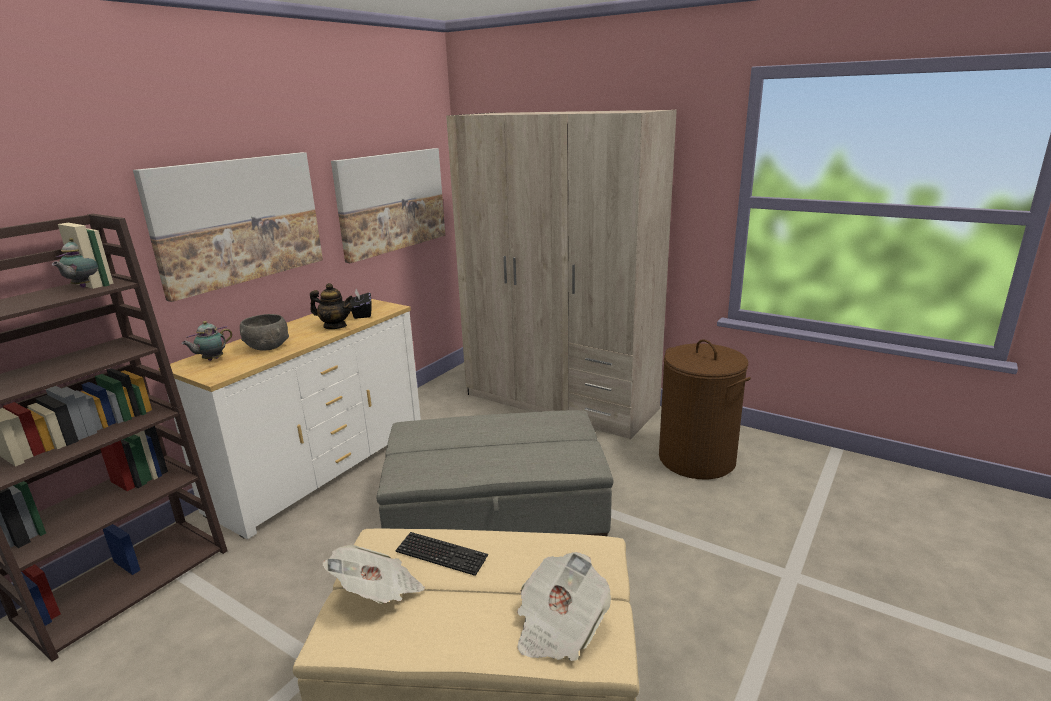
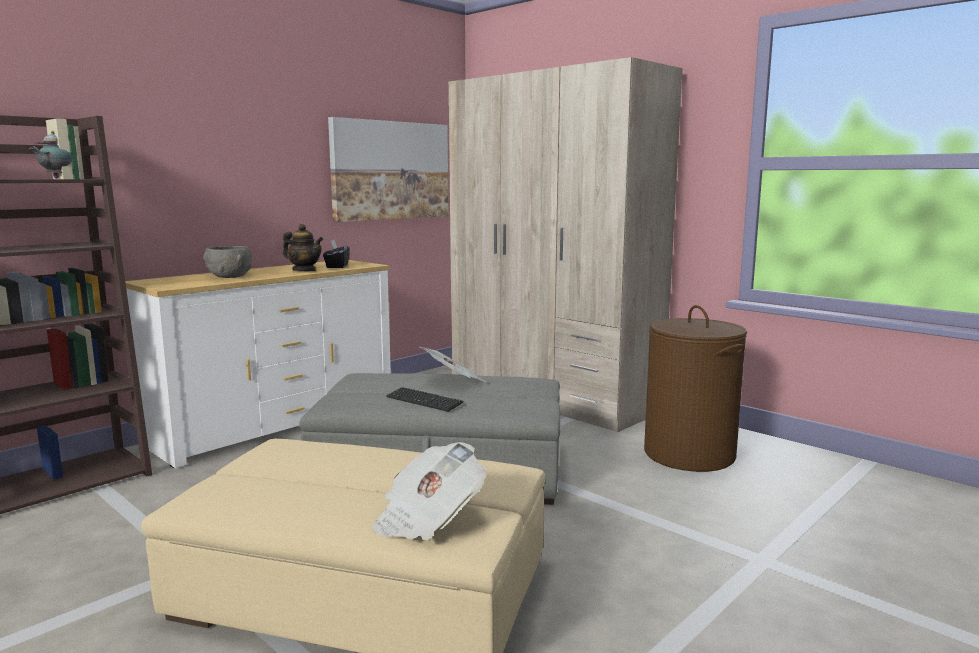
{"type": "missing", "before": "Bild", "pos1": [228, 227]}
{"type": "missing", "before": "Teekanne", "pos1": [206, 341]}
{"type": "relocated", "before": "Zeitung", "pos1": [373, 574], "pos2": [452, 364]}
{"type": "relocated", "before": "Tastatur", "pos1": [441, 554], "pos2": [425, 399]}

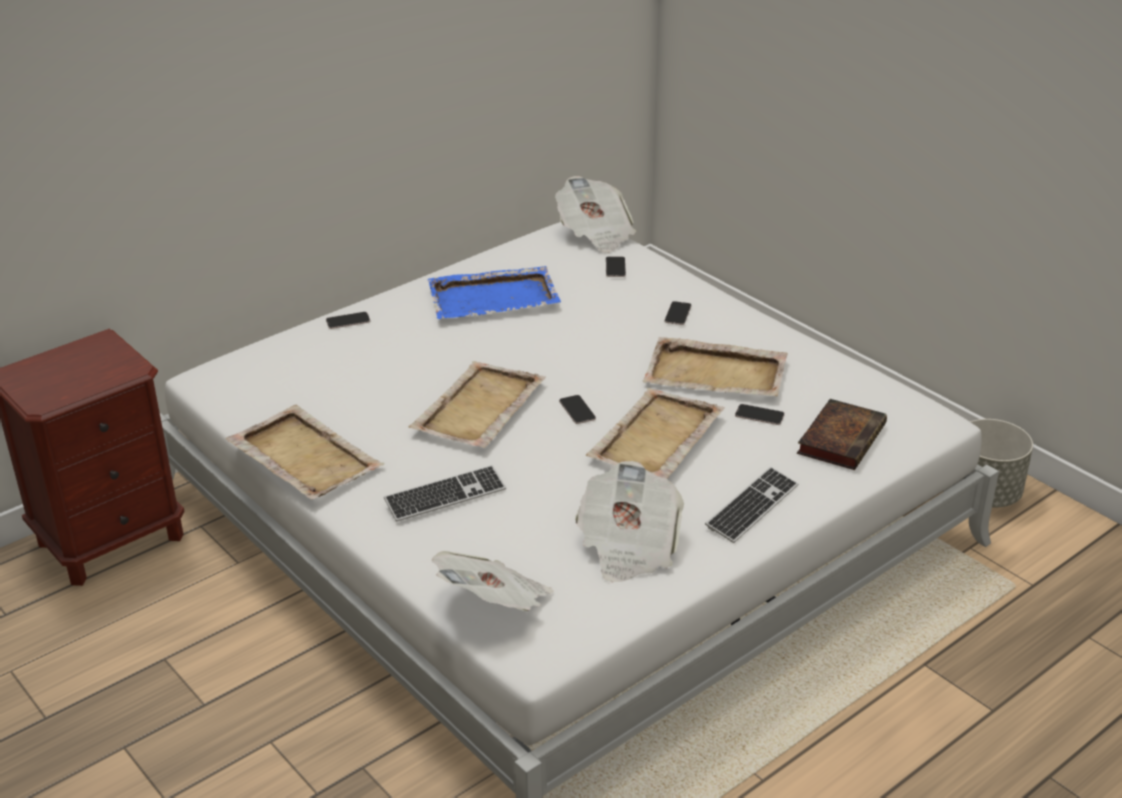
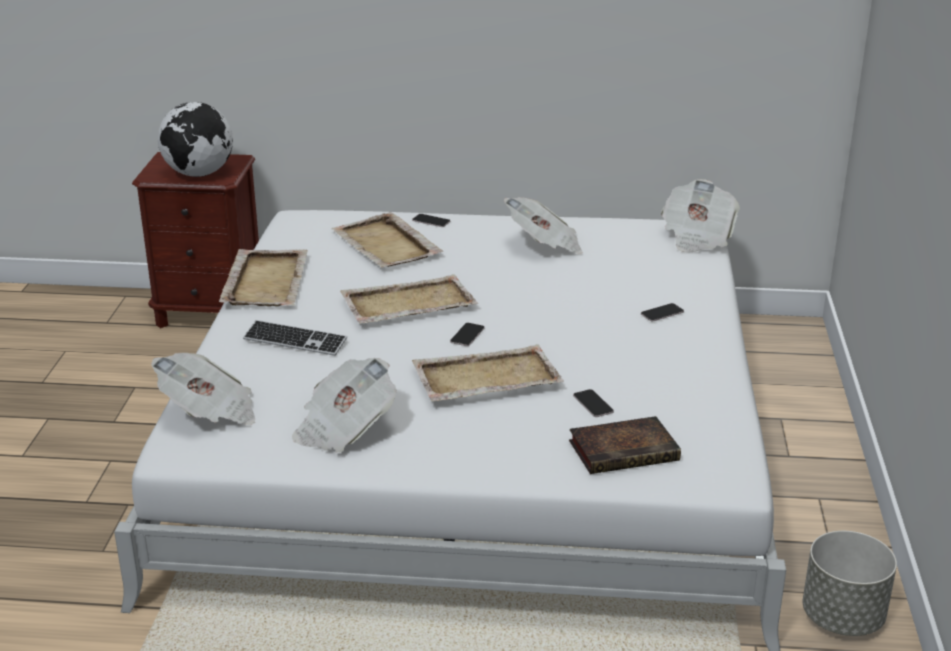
{"type": "missing", "before": "Handy", "pos1": [616, 267]}
{"type": "missing", "before": "Tastatur", "pos1": [751, 505]}
{"type": "appeared", "after": "Globus", "pos2": [195, 139]}
{"type": "relocated", "before": "Tablett (beige)", "pos1": [715, 366], "pos2": [387, 240]}
{"type": "exchanged", "before": "Tablett (blau)", "after": "Zeitung", "pos1": [494, 292], "pos2": [543, 225]}

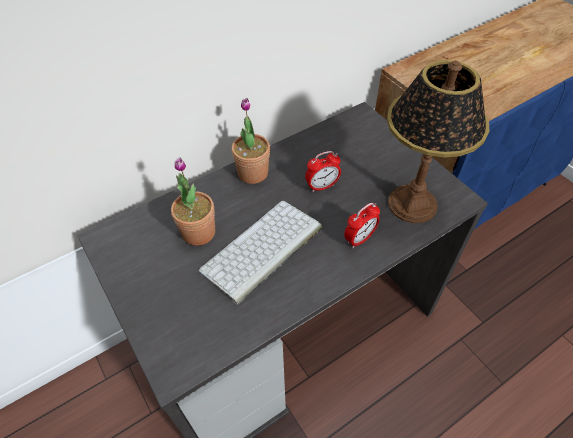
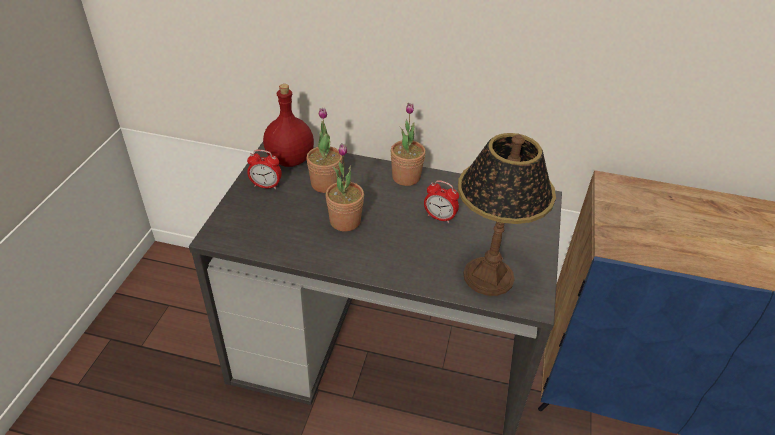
{"type": "appeared", "after": "Flasche (rot)", "pos2": [288, 125]}
{"type": "relocated", "before": "Wecker", "pos1": [362, 225], "pos2": [264, 169]}
{"type": "exchanged", "before": "Tastatur", "after": "Topfpflanze", "pos1": [260, 253], "pos2": [345, 187]}

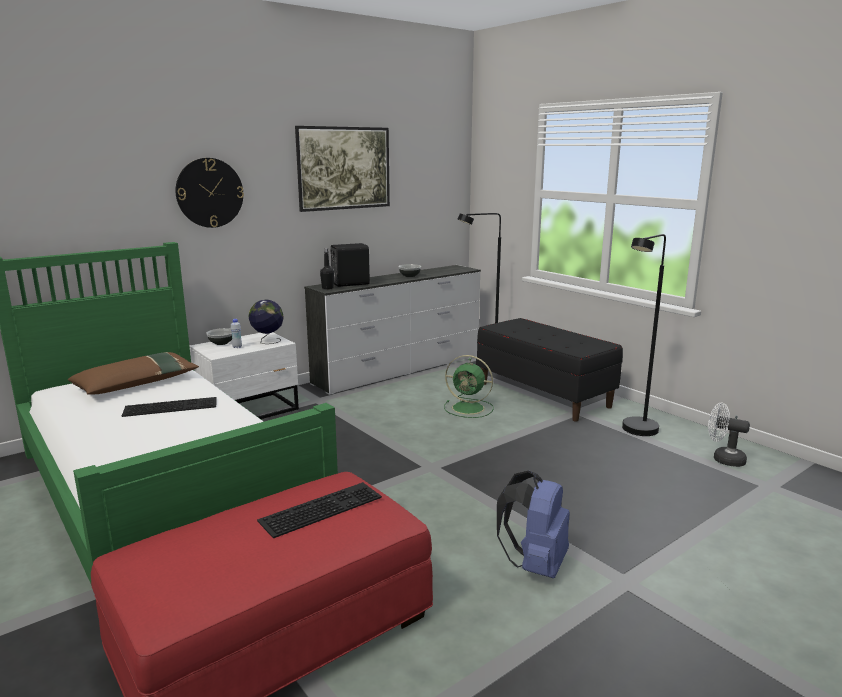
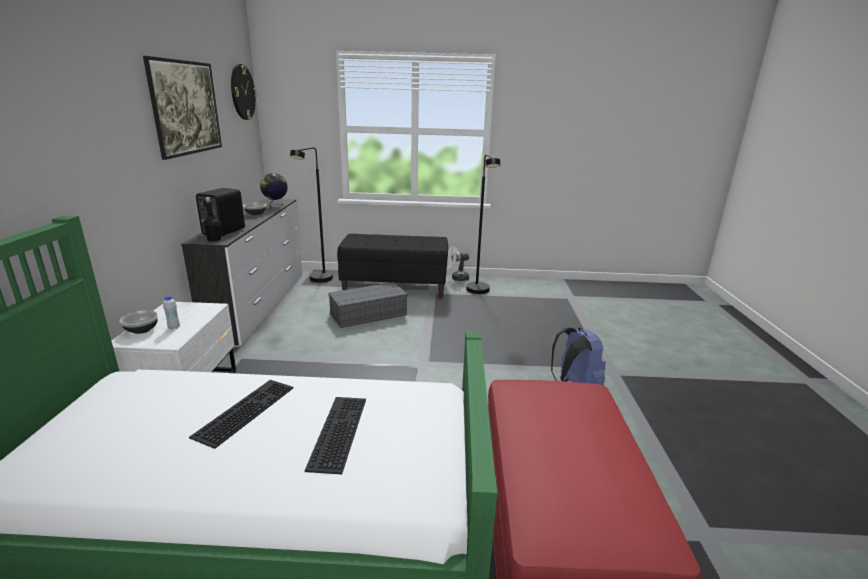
{"type": "missing", "before": "Kissen (braun)", "pos1": [133, 373]}
{"type": "relocated", "before": "Wanduhr", "pos1": [210, 193], "pos2": [244, 92]}
{"type": "relocated", "before": "Globus", "pos1": [266, 322], "pos2": [274, 190]}
{"type": "relocated", "before": "Tastatur", "pos1": [319, 510], "pos2": [335, 435]}
{"type": "relocated", "before": "Ventilator (weiß)", "pos1": [729, 435], "pos2": [458, 264]}
{"type": "exchanged", "before": "Ventilator (grün)", "after": "Aufbewahrungsbox (grau)", "pos1": [469, 386], "pos2": [368, 305]}

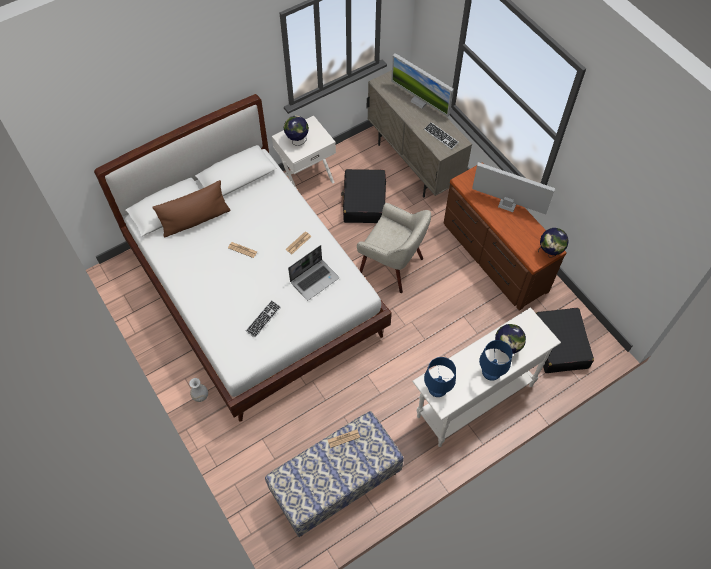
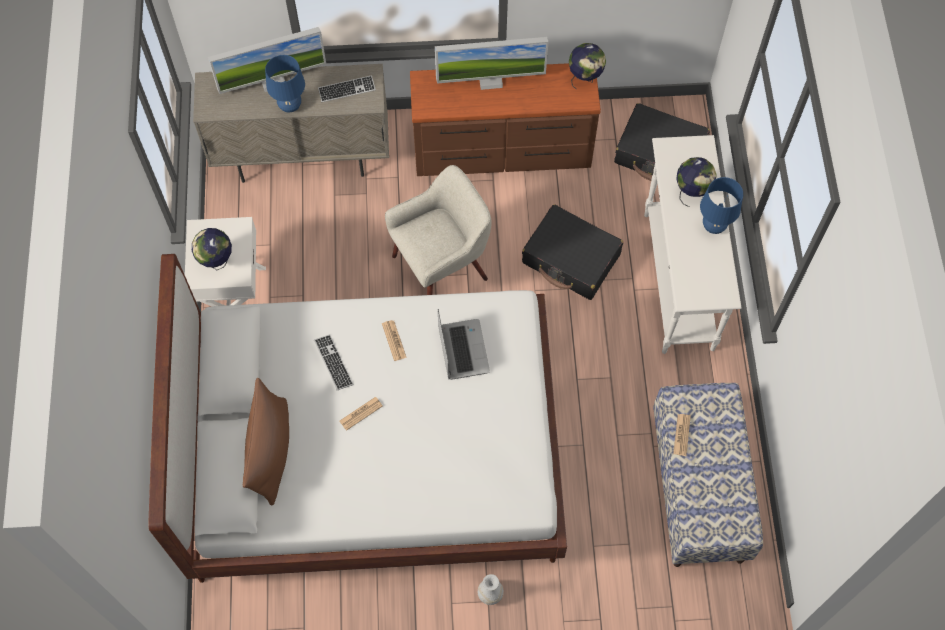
{"type": "relocated", "before": "Tastatur", "pos1": [263, 319], "pos2": [333, 362]}
{"type": "relocated", "before": "Koffer (schwarz)", "pos1": [363, 196], "pos2": [572, 252]}
{"type": "relocated", "before": "Tischlampe (blau)", "pos1": [440, 377], "pos2": [285, 83]}
{"type": "spun", "before": "Monitor", "pos1": [513, 188], "pos2": [491, 63], "turn": -150}

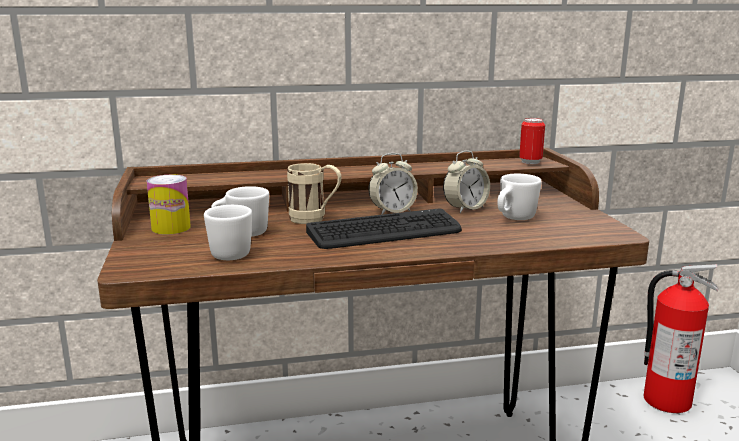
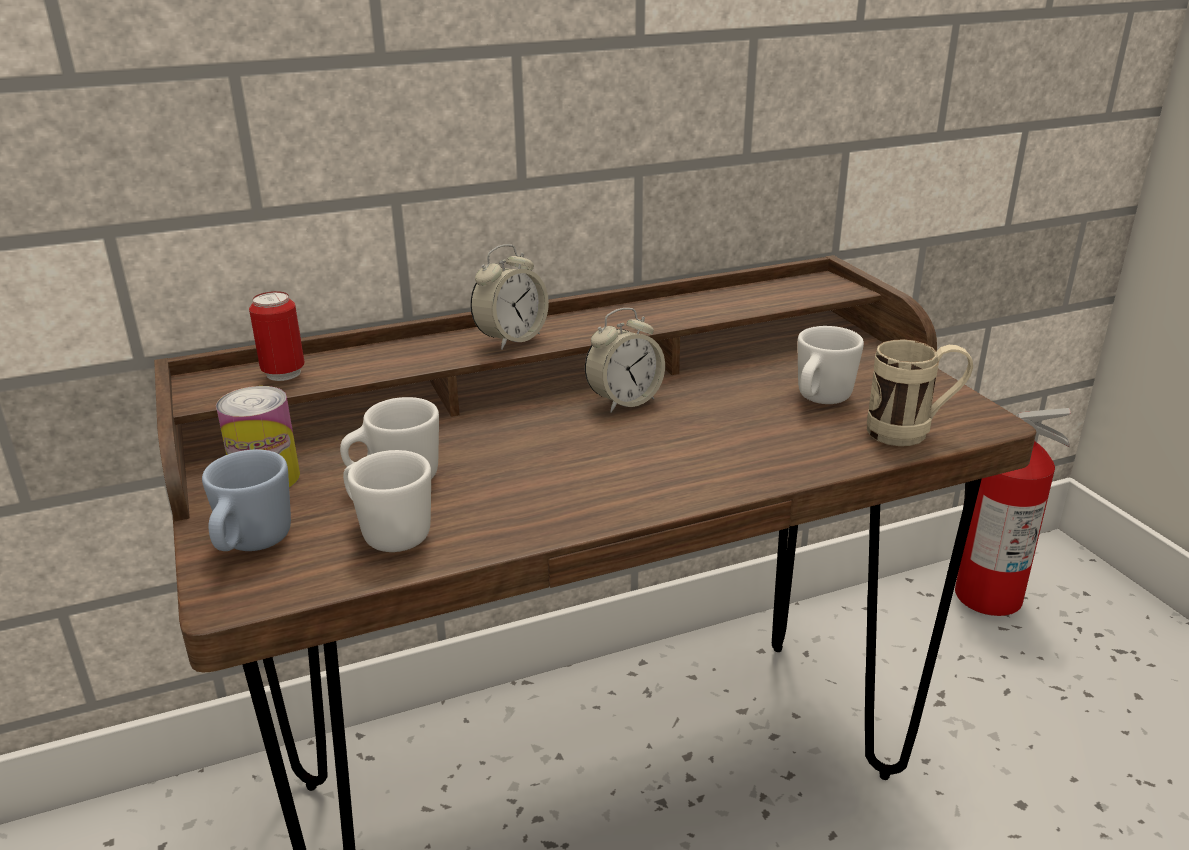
{"type": "missing", "before": "Tastatur", "pos1": [384, 229]}
{"type": "appeared", "after": "Henkelbecher (blau)", "pos2": [246, 500]}
{"type": "relocated", "before": "Henkelbecher (beige)", "pos1": [314, 193], "pos2": [920, 392]}
{"type": "relocated", "before": "Wecker", "pos1": [466, 182], "pos2": [509, 297]}
{"type": "relocated", "before": "Dose", "pos1": [532, 141], "pos2": [276, 336]}

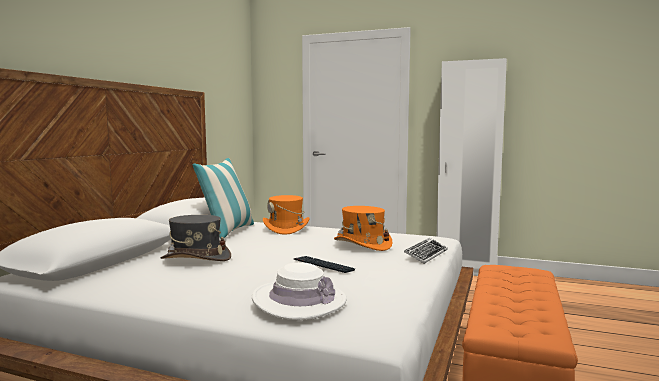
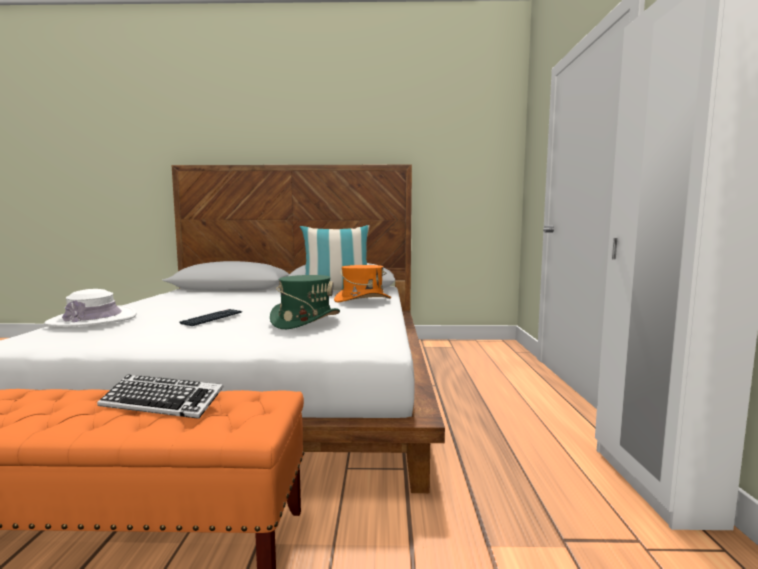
{"type": "missing", "before": "Hut (grau)", "pos1": [196, 238]}
{"type": "relocated", "before": "Tastatur", "pos1": [426, 251], "pos2": [160, 396]}
{"type": "colour", "before": "Hut (orange)", "after": "Hut (grün)", "pos1": [363, 228], "pos2": [305, 302]}

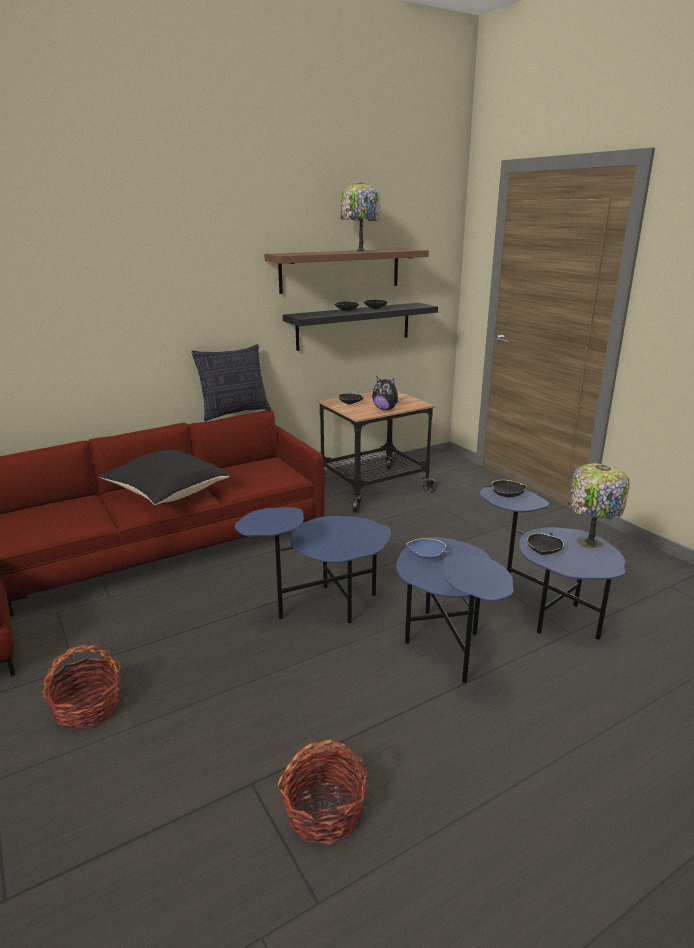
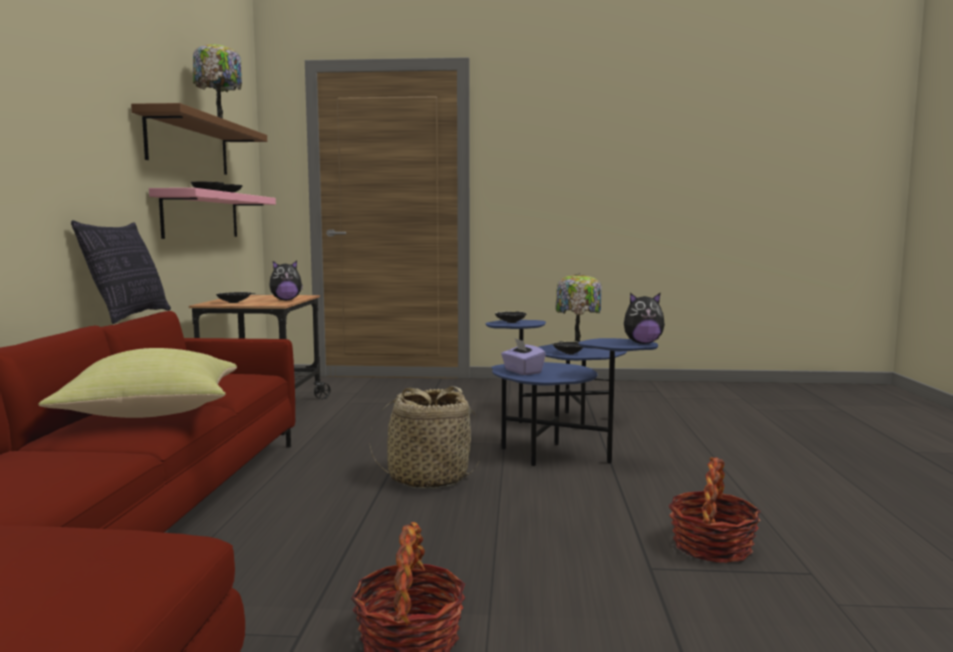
{"type": "appeared", "after": "Plüschtier", "pos2": [644, 318]}
{"type": "exchanged", "before": "Beistelltisch (blau)", "after": "Korb", "pos1": [313, 565], "pos2": [424, 437]}
{"type": "exchanged", "before": "Schüssel (blau)", "after": "Taschentuchbox (lila)", "pos1": [428, 548], "pos2": [523, 356]}
{"type": "colour", "before": "Kissen (schwarz)", "after": "Kissen (gelb)", "pos1": [164, 477], "pos2": [137, 383]}
{"type": "colour", "before": "Wandregal (schwarz)", "after": "Wandregal (rosa)", "pos1": [360, 327], "pos2": [212, 213]}

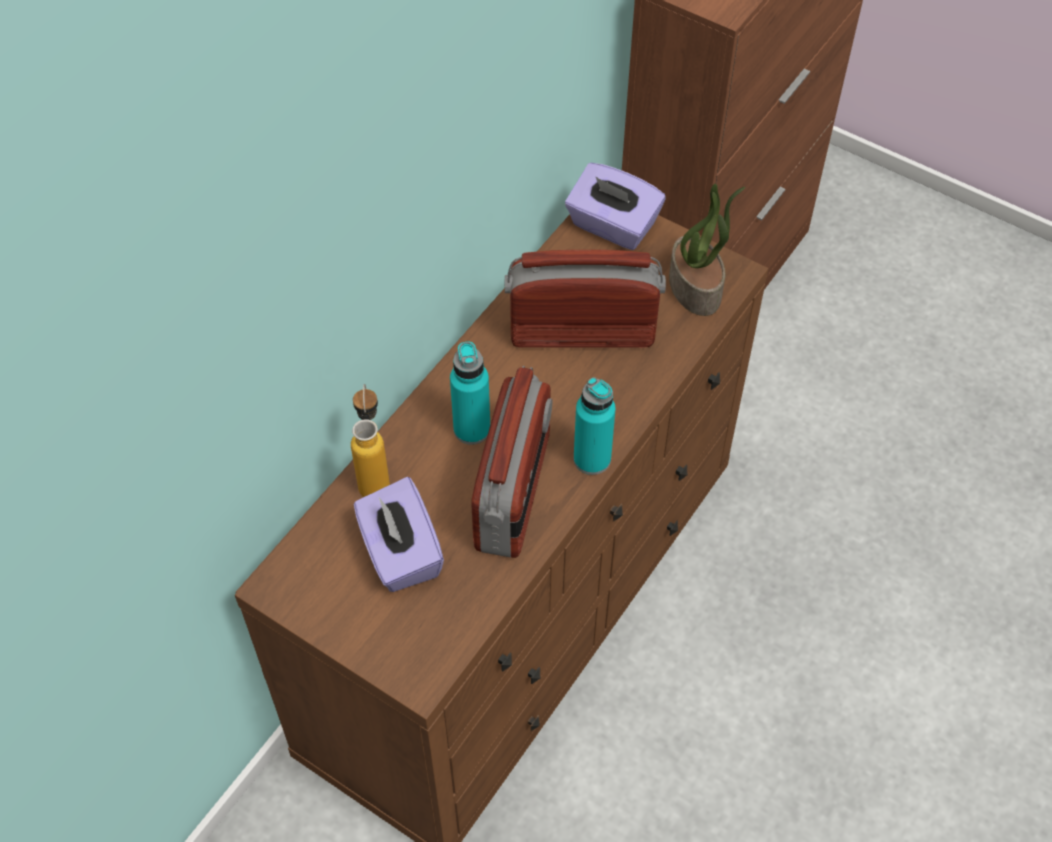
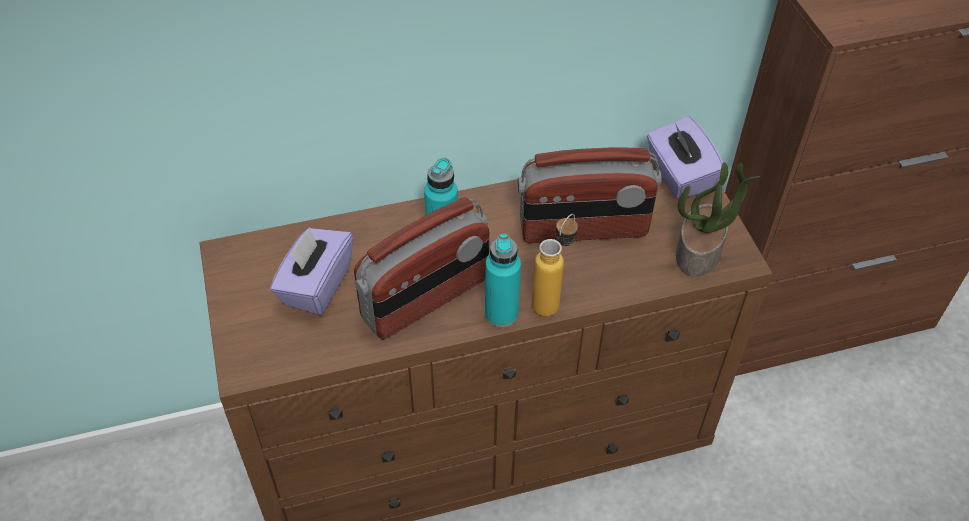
{"type": "relocated", "before": "Flasche", "pos1": [370, 440], "pos2": [555, 265]}
{"type": "spun", "before": "Radio", "pos1": [585, 299], "pos2": [590, 195], "turn": 135}

